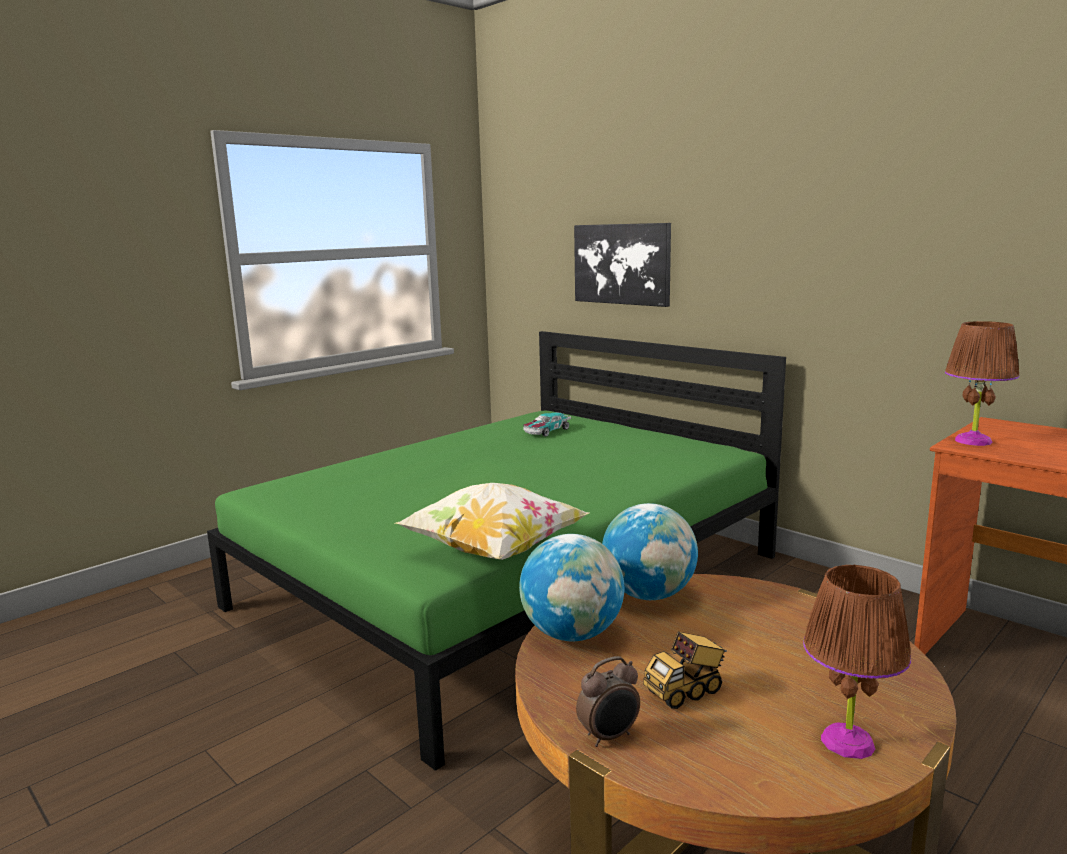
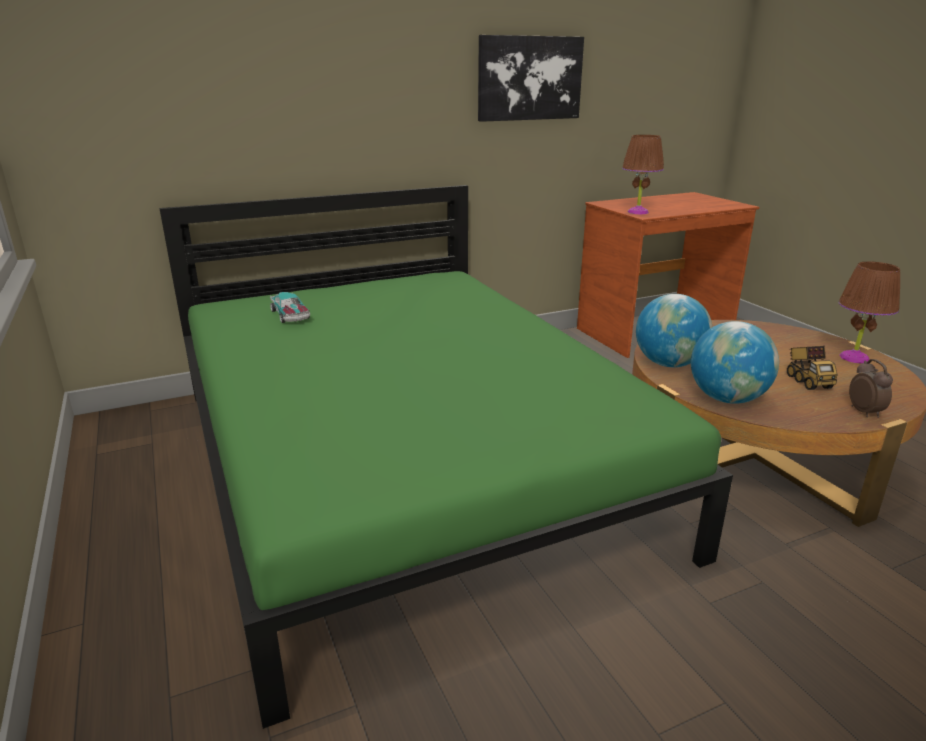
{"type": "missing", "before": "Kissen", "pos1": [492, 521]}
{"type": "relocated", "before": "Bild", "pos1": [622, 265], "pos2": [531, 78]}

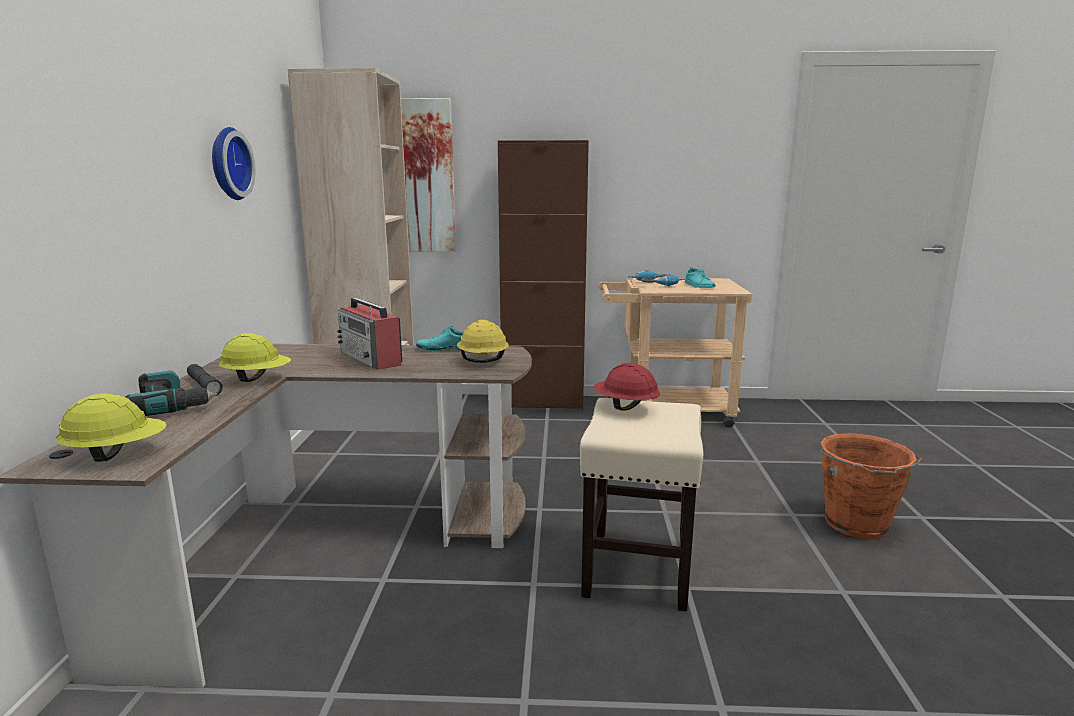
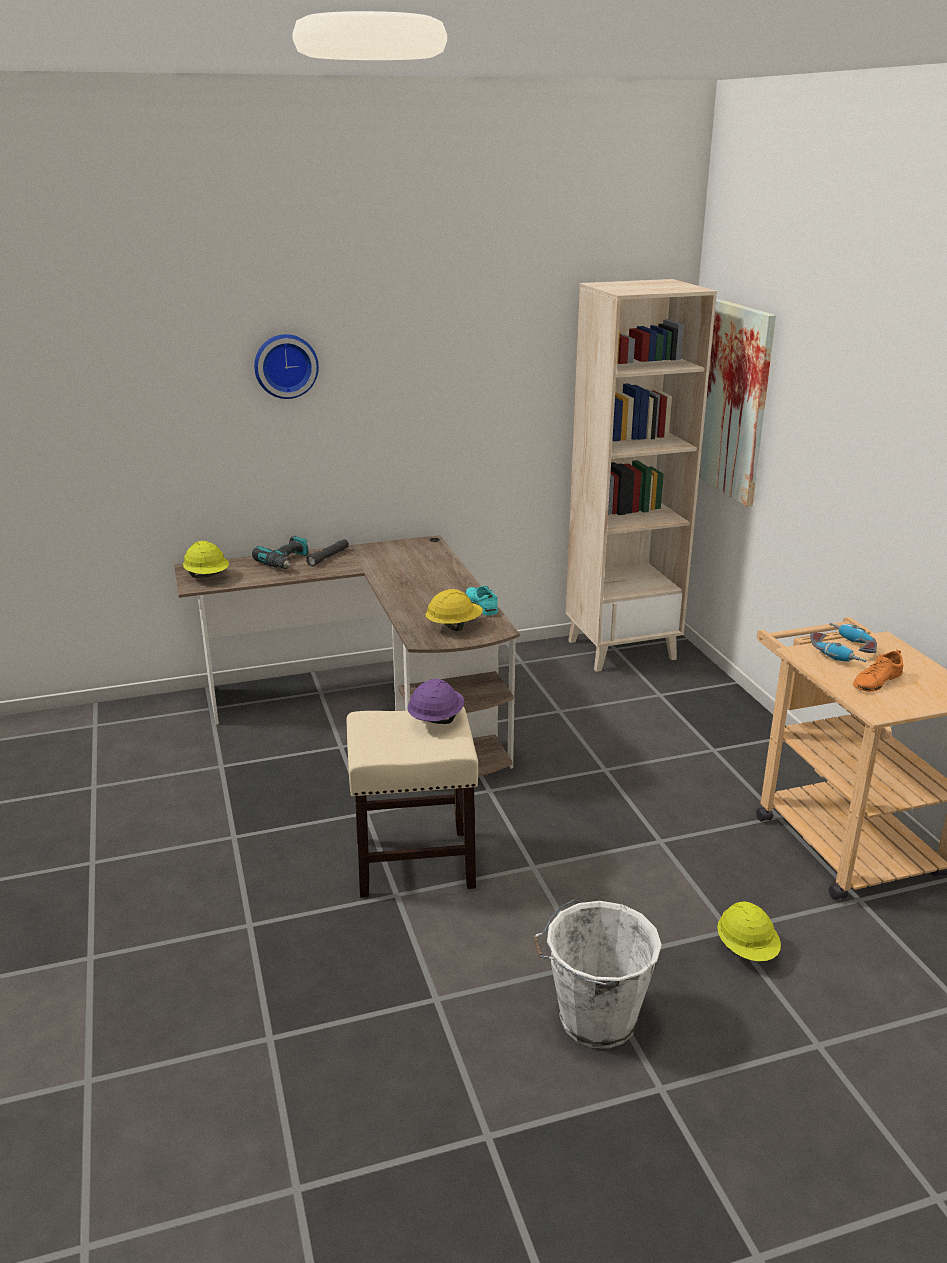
{"type": "missing", "before": "Radio", "pos1": [369, 334]}
{"type": "missing", "before": "Schrank (braun)", "pos1": [543, 275]}
{"type": "relocated", "before": "Wanduhr", "pos1": [233, 163], "pos2": [286, 366]}
{"type": "relocated", "before": "Schutzhelm (gelb)", "pos1": [254, 357], "pos2": [749, 931]}
{"type": "colour", "before": "Schutzhelm (rot)", "after": "Schutzhelm (lila)", "pos1": [627, 387], "pos2": [435, 701]}
{"type": "colour", "before": "Schuh (türkis)", "after": "Schuh (orange)", "pos1": [700, 277], "pos2": [878, 671]}
{"type": "colour", "before": "Eimer (orange)", "after": "Eimer (weiß)", "pos1": [871, 486], "pos2": [597, 974]}

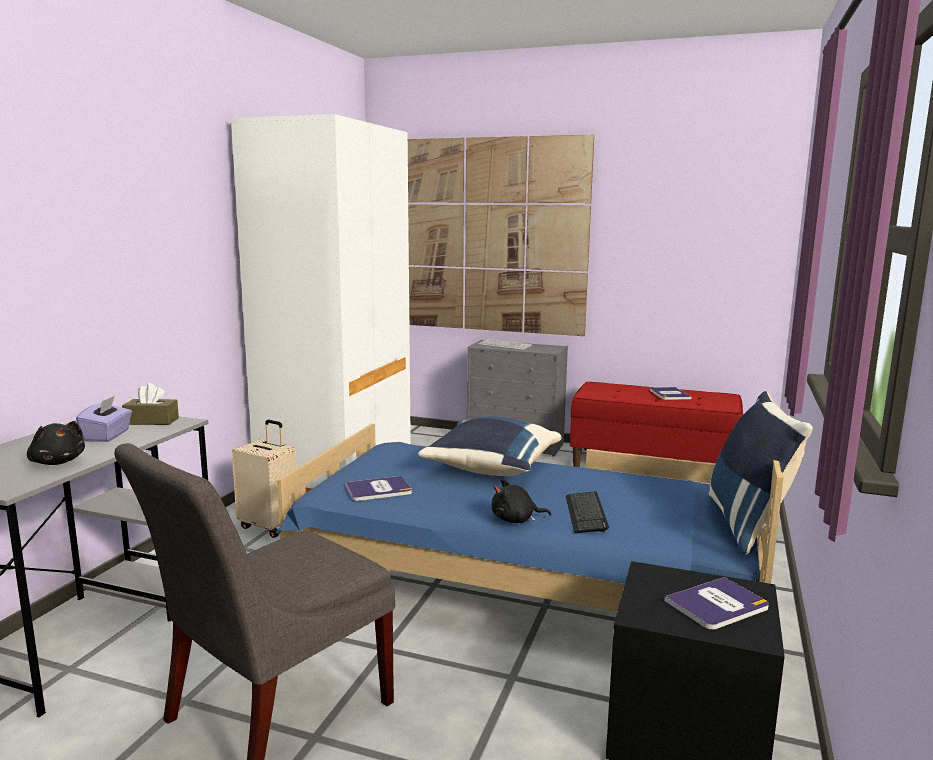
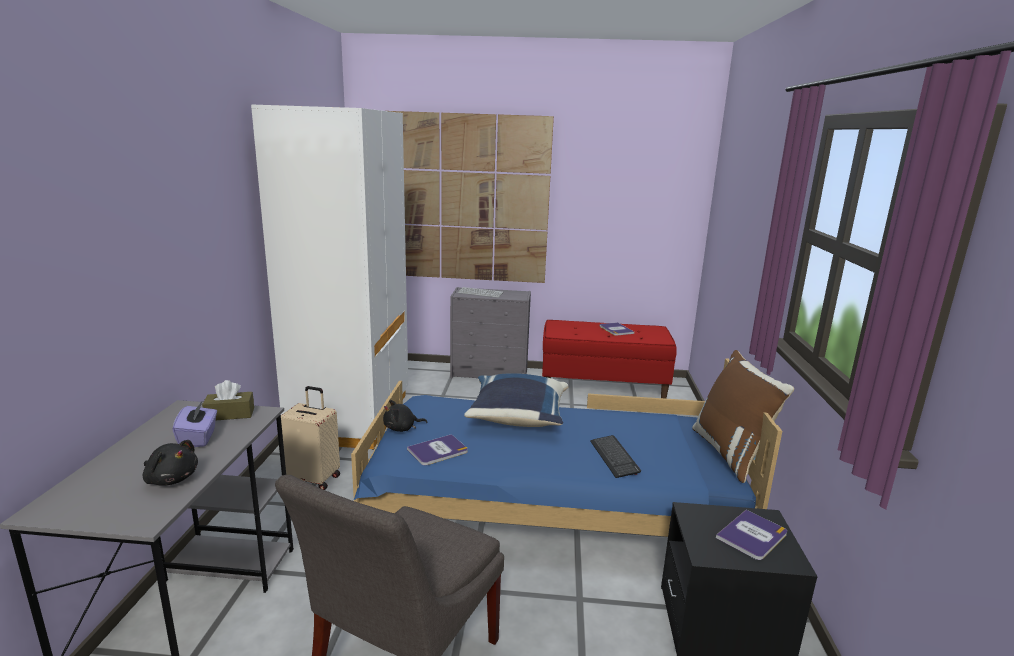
{"type": "relocated", "before": "Plüschtier (schwarz)", "pos1": [521, 500], "pos2": [405, 416]}
{"type": "colour", "before": "Kissen (blau)", "after": "Kissen (braun)", "pos1": [761, 473], "pos2": [743, 416]}

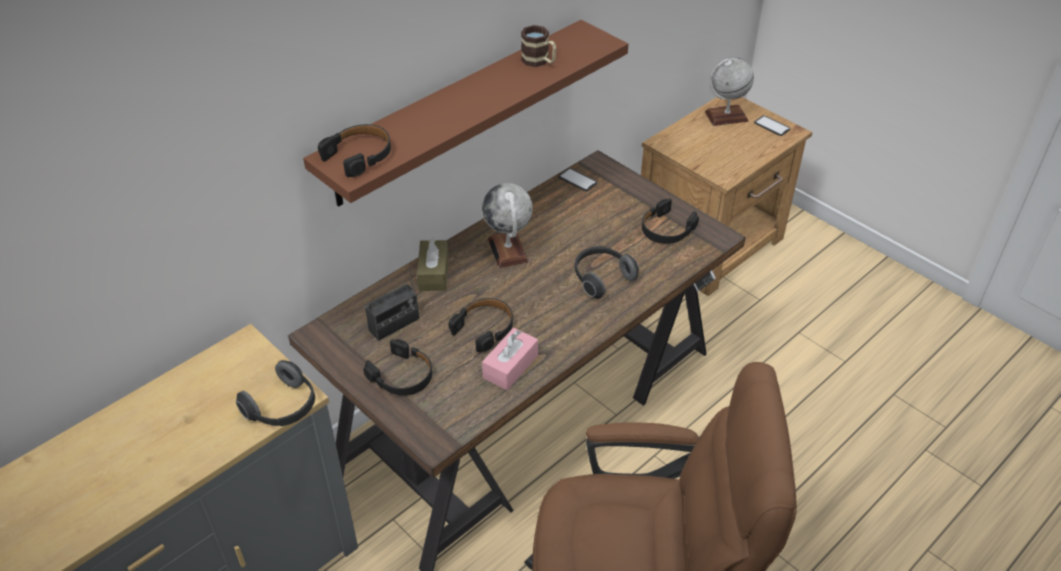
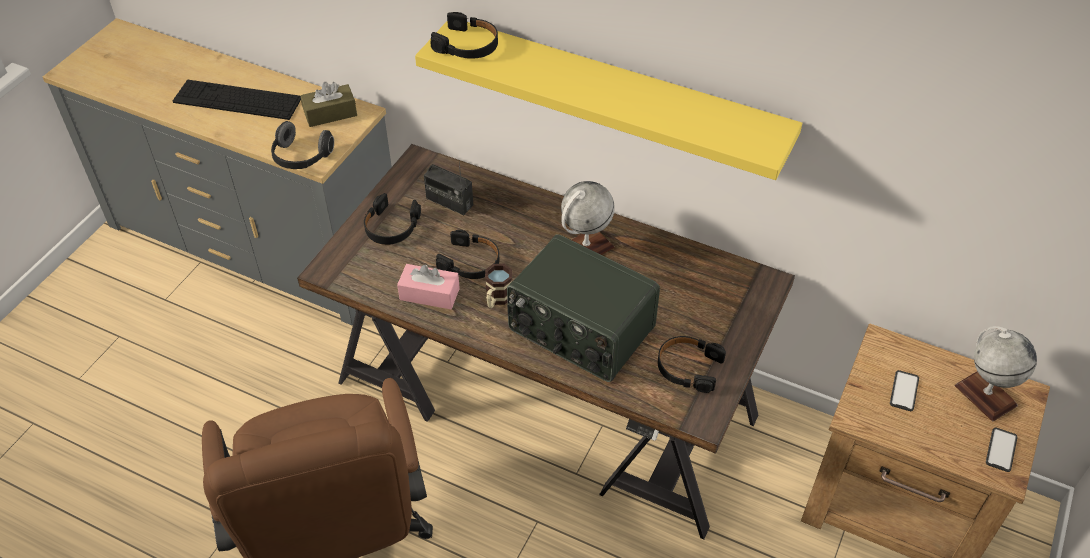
{"type": "appeared", "after": "Tastatur", "pos2": [237, 100]}
{"type": "relocated", "before": "Taschentuchbox (braun)", "pos1": [432, 264], "pos2": [329, 104]}
{"type": "relocated", "before": "Henkelbecher", "pos1": [538, 46], "pos2": [498, 286]}
{"type": "relocated", "before": "Handy", "pos1": [577, 179], "pos2": [904, 390]}
{"type": "exchanged", "before": "Kopfhörer", "after": "Radio", "pos1": [606, 272], "pos2": [583, 308]}
{"type": "colour", "before": "Wandregal (braun)", "after": "Wandregal (gelb)", "pos1": [465, 113], "pos2": [608, 100]}

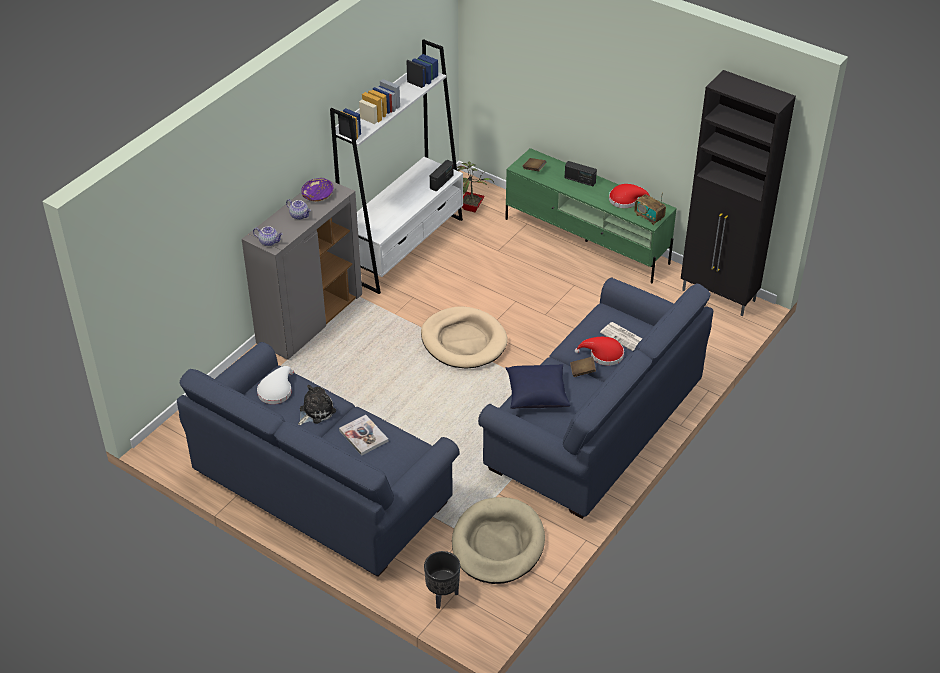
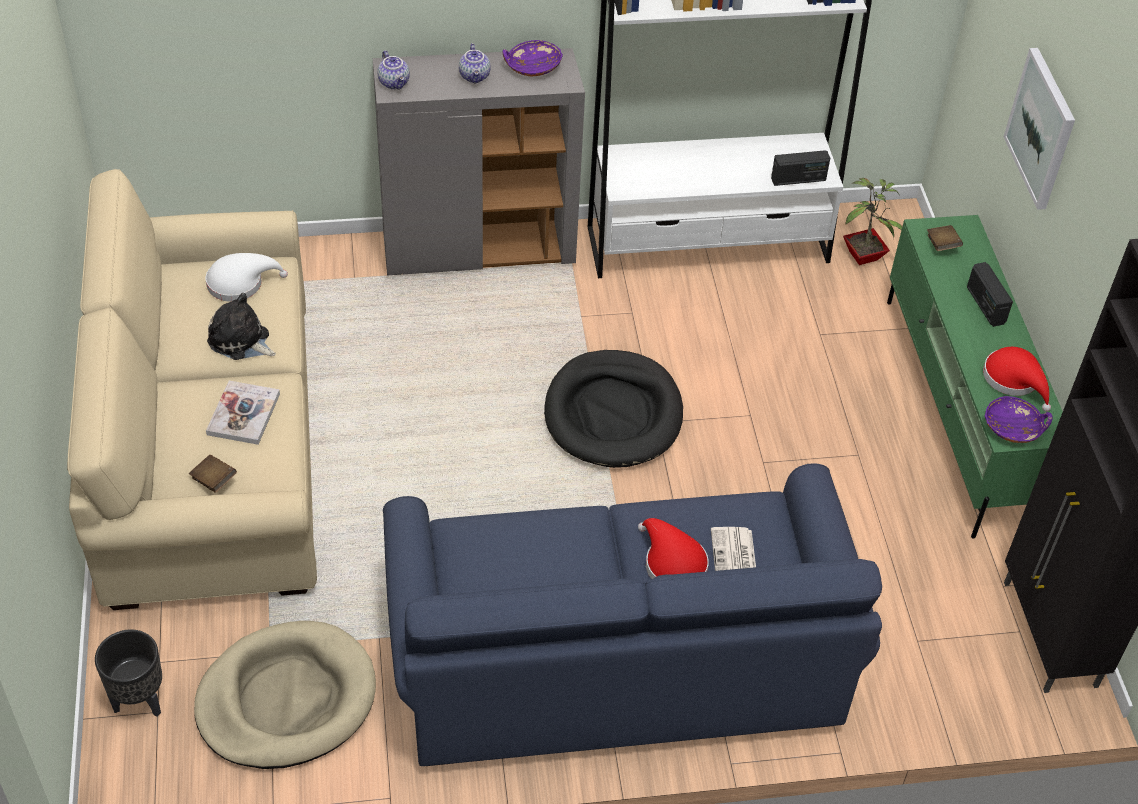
{"type": "missing", "before": "Kissen (blau)", "pos1": [538, 386]}
{"type": "appeared", "after": "Bild", "pos2": [1039, 129]}
{"type": "relocated", "before": "Buch (braun)", "pos1": [583, 366], "pos2": [213, 474]}
{"type": "exchanged", "before": "Radio", "after": "Schüssel (lila)", "pos1": [650, 208], "pos2": [1019, 419]}
{"type": "colour", "before": "Sofa (blau)", "after": "Sofa (beige)", "pos1": [318, 459], "pos2": [192, 389]}
{"type": "colour", "before": "Hundebett (beige)", "after": "Hundebett (schwarz)", "pos1": [464, 337], "pos2": [613, 409]}
{"type": "spun", "before": "Plüschtier", "pos1": [317, 405], "pos2": [241, 326], "turn": -150}

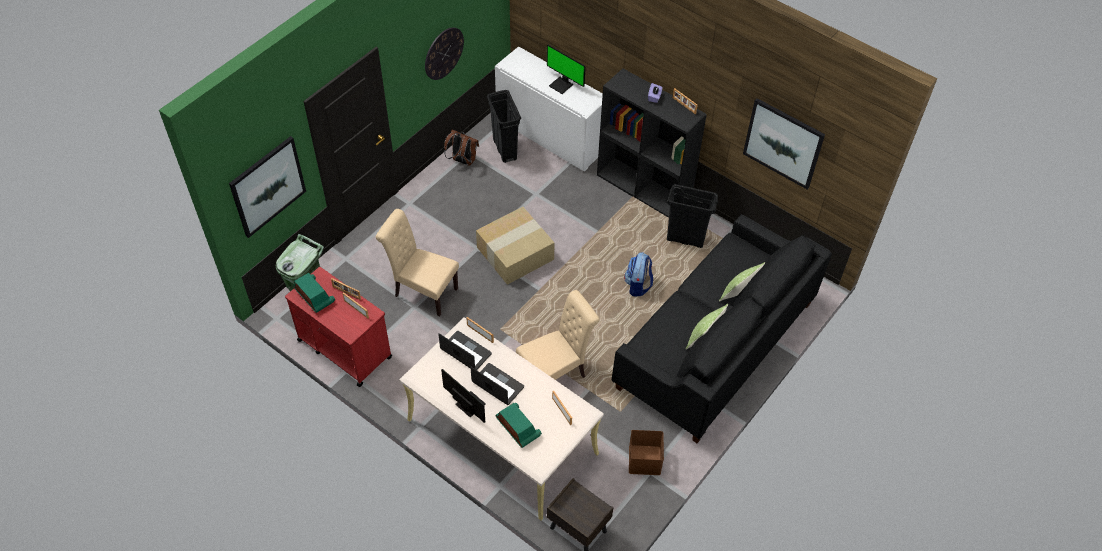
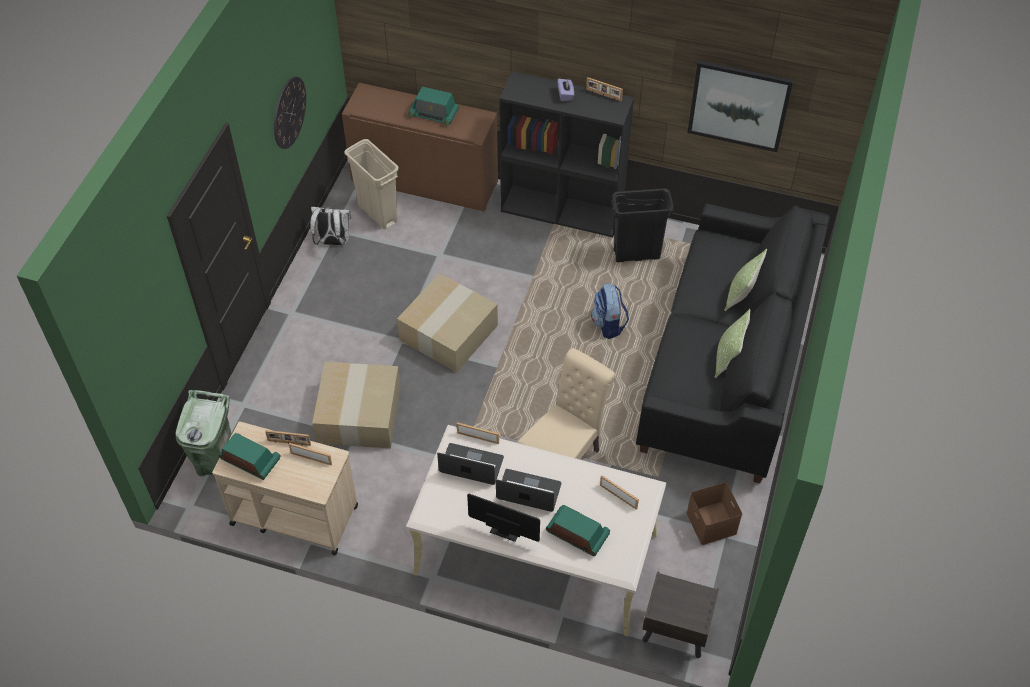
{"type": "missing", "before": "Bild", "pos1": [267, 187]}
{"type": "exchanged", "before": "Stuhl (beige)", "after": "Karton", "pos1": [417, 263], "pos2": [356, 405]}
{"type": "exchanged", "before": "Monitor", "after": "Radio", "pos1": [566, 69], "pos2": [433, 106]}
{"type": "colour", "before": "Rollwagen (rot)", "after": "Rollwagen (beige)", "pos1": [338, 327], "pos2": [285, 488]}
{"type": "colour", "before": "Rucksack (braun)", "after": "Rucksack (weiß)", "pos1": [461, 148], "pos2": [330, 225]}
{"type": "colour", "before": "Mülleimer (schwarz)", "after": "Mülleimer (beige)", "pos1": [504, 126], "pos2": [371, 184]}
{"type": "colour", "before": "Schrank (weiß)", "after": "Schrank (braun)", "pos1": [549, 108], "pos2": [420, 147]}

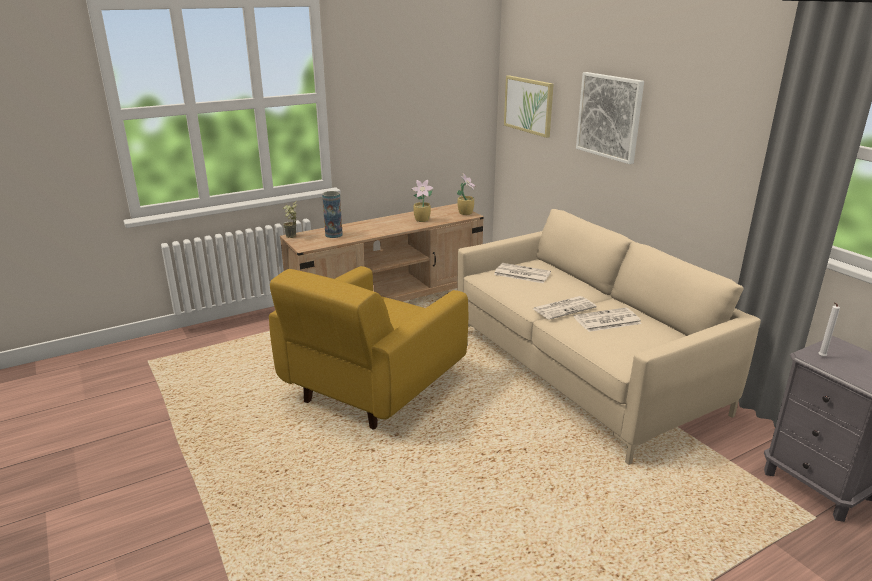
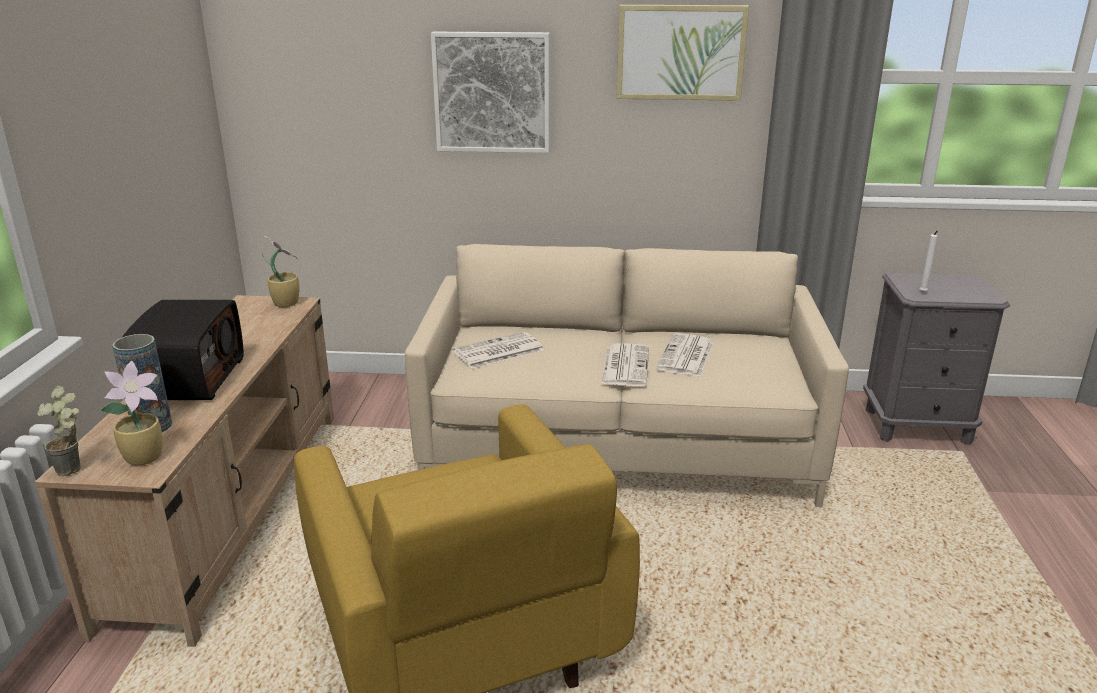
{"type": "appeared", "after": "Radio", "pos2": [183, 350]}
{"type": "relocated", "before": "Topfpflanze", "pos1": [422, 201], "pos2": [131, 413]}
{"type": "relocated", "before": "Bild", "pos1": [529, 106], "pos2": [682, 53]}

